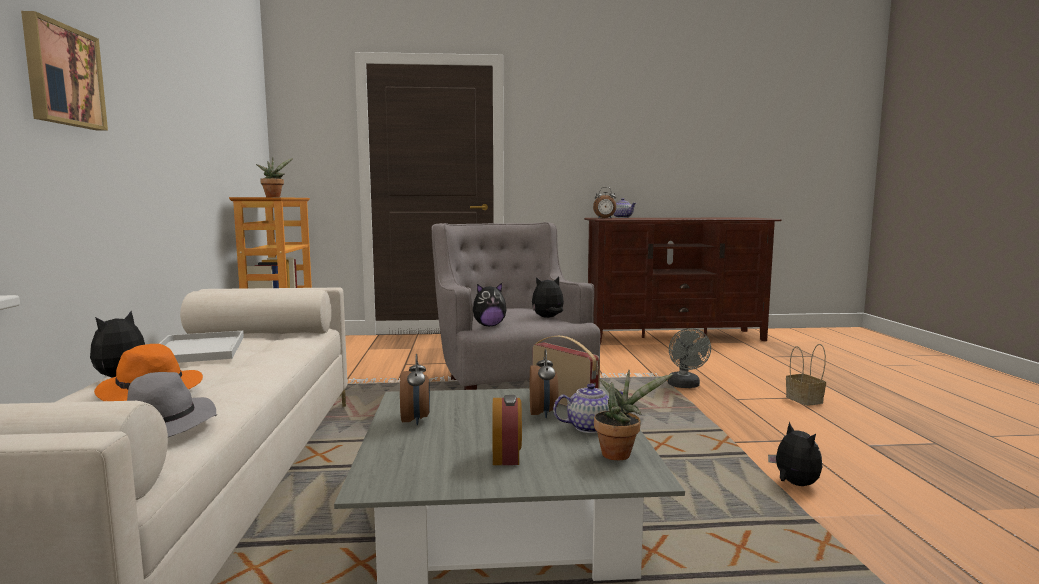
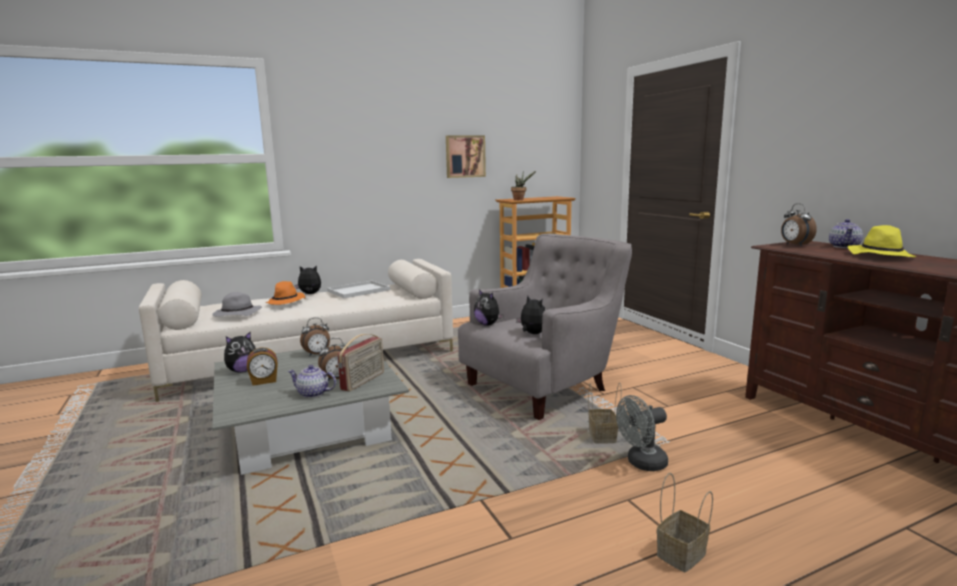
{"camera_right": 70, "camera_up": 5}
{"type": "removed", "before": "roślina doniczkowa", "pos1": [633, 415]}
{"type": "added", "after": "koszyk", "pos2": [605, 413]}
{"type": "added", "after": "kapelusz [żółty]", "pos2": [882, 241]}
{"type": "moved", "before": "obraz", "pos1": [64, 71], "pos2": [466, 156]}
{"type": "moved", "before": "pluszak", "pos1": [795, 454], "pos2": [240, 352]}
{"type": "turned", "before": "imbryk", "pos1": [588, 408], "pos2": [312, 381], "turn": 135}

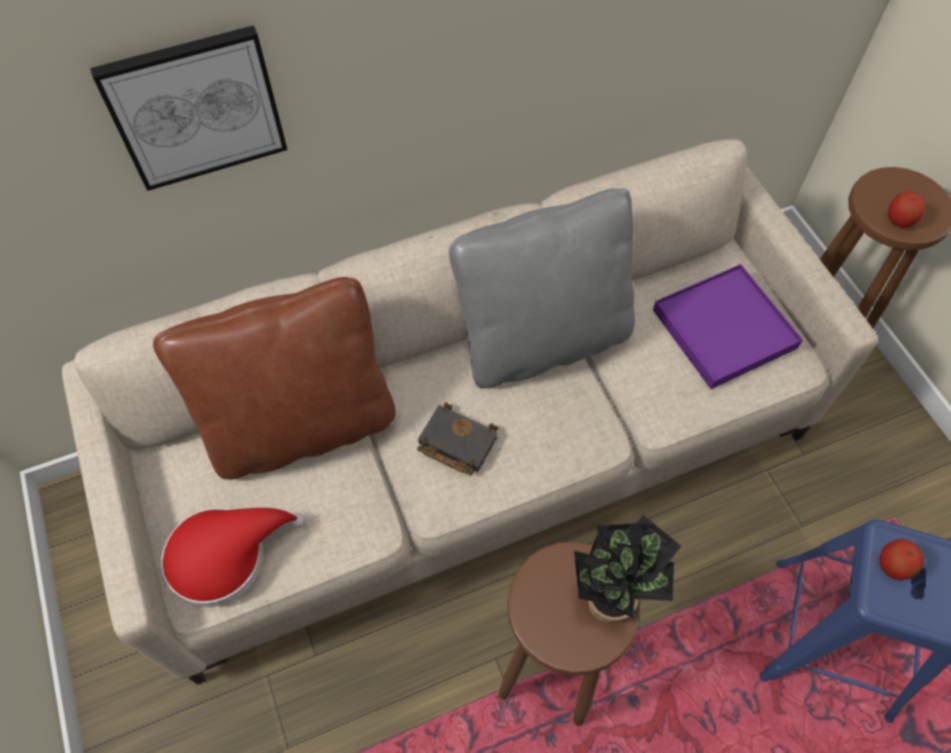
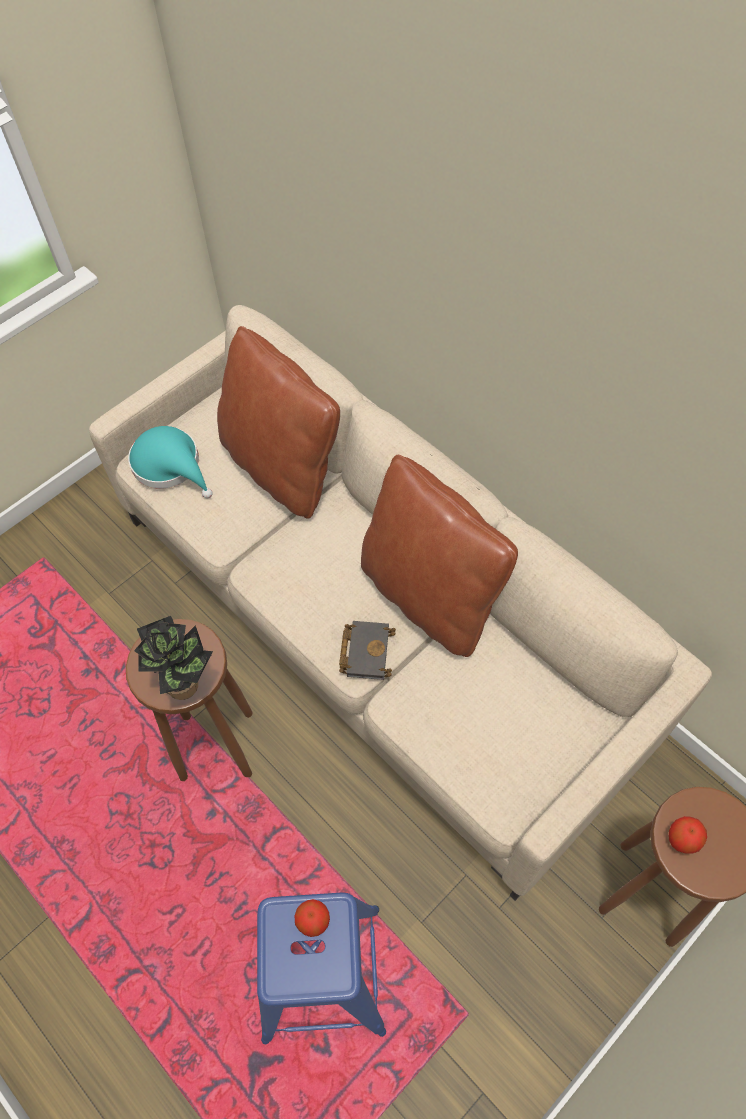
{"camera_right": 70, "camera_up": 0}
{"type": "removed", "before": "obraz", "pos1": [189, 108]}
{"type": "removed", "before": "taca [fioletowy]", "pos1": [728, 326]}
{"type": "moved", "before": "książka [czarny]", "pos1": [457, 439], "pos2": [367, 650]}
{"type": "recoloured", "before": "kapelusz [czerwony]", "after": "kapelusz [turkusowy]", "pos1": [233, 557], "pos2": [170, 462]}
{"type": "recoloured", "before": "poduszka [szary]", "after": "poduszka [brązowy]", "pos1": [542, 288], "pos2": [439, 556]}

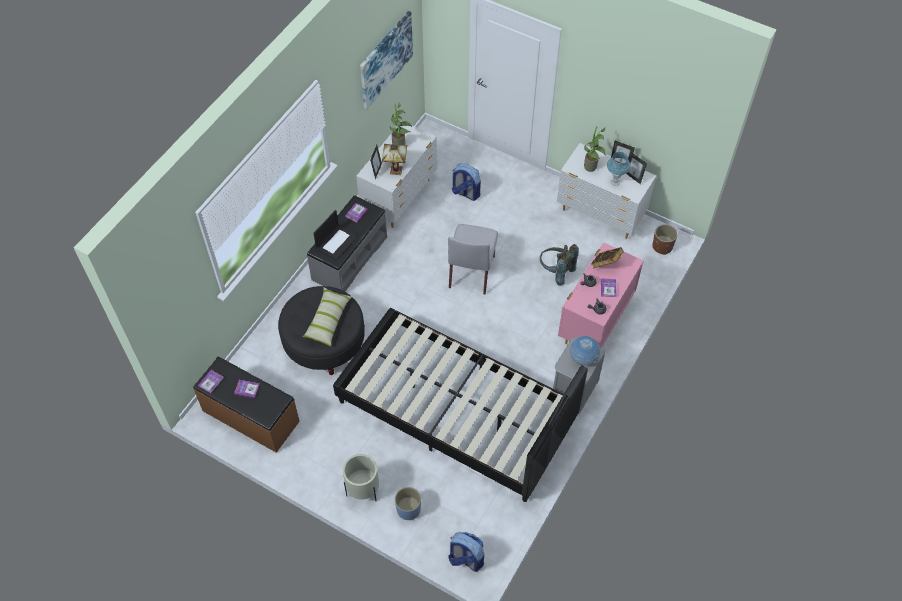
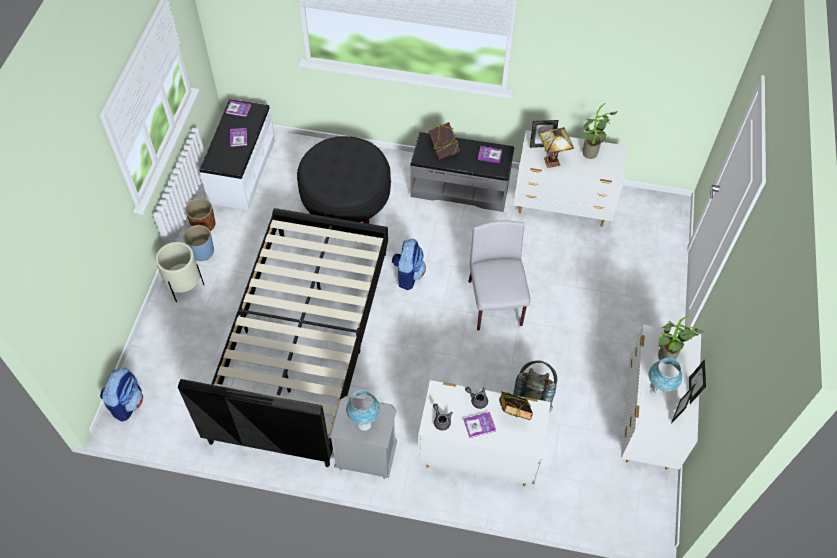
{"camera_right": 70, "camera_up": 0}
{"type": "removed", "before": "poduszka", "pos1": [327, 316]}
{"type": "removed", "before": "obraz", "pos1": [386, 60]}
{"type": "moved", "before": "donica [niebieski]", "pos1": [408, 503], "pos2": [198, 243]}
{"type": "moved", "before": "plecak", "pos1": [466, 182], "pos2": [409, 264]}
{"type": "moved", "before": "donica [brązowy]", "pos1": [665, 239], "pos2": [200, 214]}
{"type": "replaced", "before": "laptop", "after": "książka", "pos1": [335, 235], "pos2": [444, 140]}
{"type": "replaced", "before": "globus", "after": "lampa stołowa [niebieski]", "pos1": [585, 351], "pos2": [363, 410]}
{"type": "recoloured", "before": "ławka [brązowy]", "after": "ławka [biały]", "pos1": [246, 405], "pos2": [237, 154]}
{"type": "recoloured", "before": "komoda [różowy]", "after": "komoda [biały]", "pos1": [601, 295], "pos2": [484, 433]}
{"type": "turned", "before": "krzesło [szary]", "pos1": [473, 259], "pos2": [499, 275], "turn": 90}

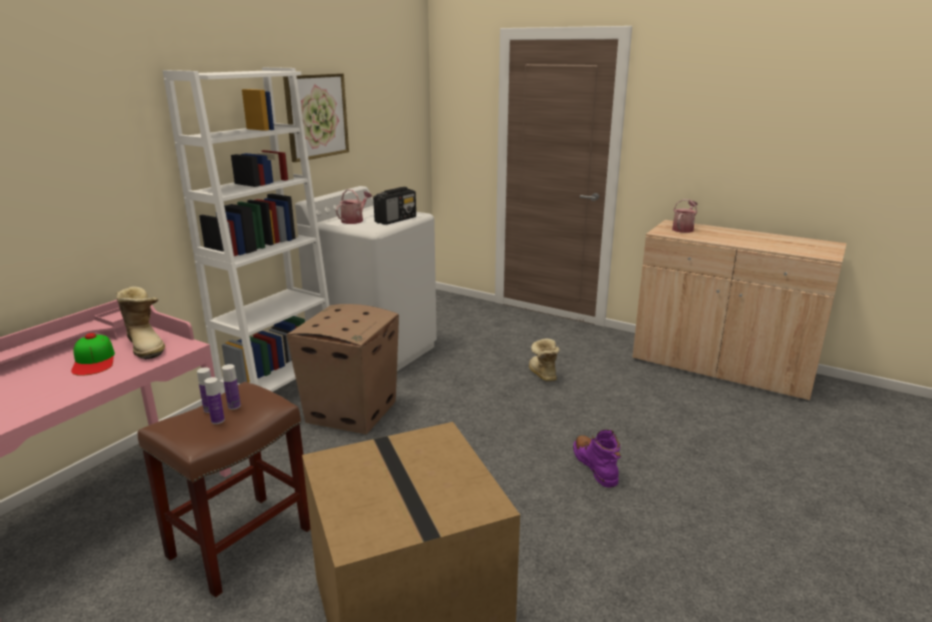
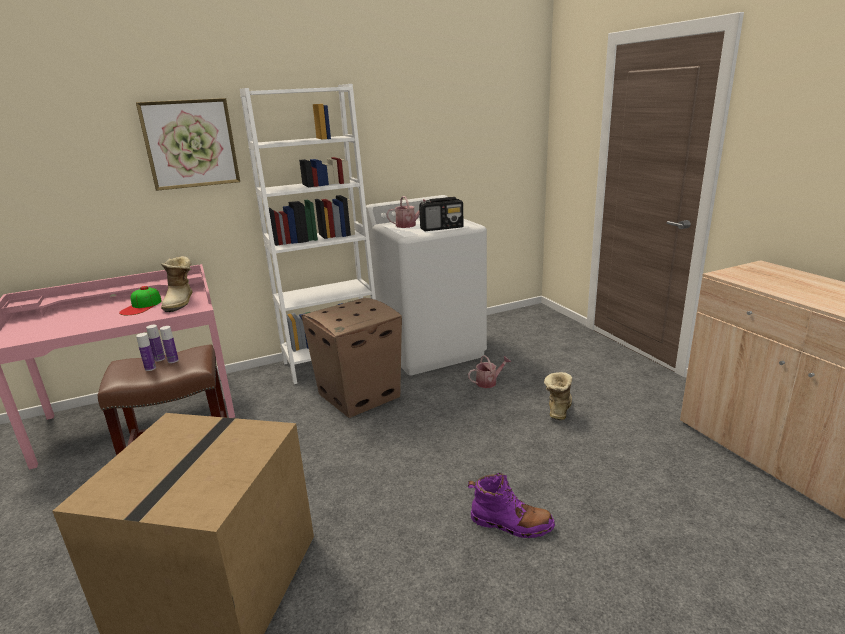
{"camera_right": 35, "camera_up": 0}
{"type": "moved", "before": "obraz", "pos1": [316, 117], "pos2": [188, 144]}
{"type": "moved", "before": "konewka", "pos1": [684, 216], "pos2": [489, 371]}
{"type": "turned", "before": "but z cholewką [fioletowy]", "pos1": [597, 459], "pos2": [511, 505], "turn": 90}

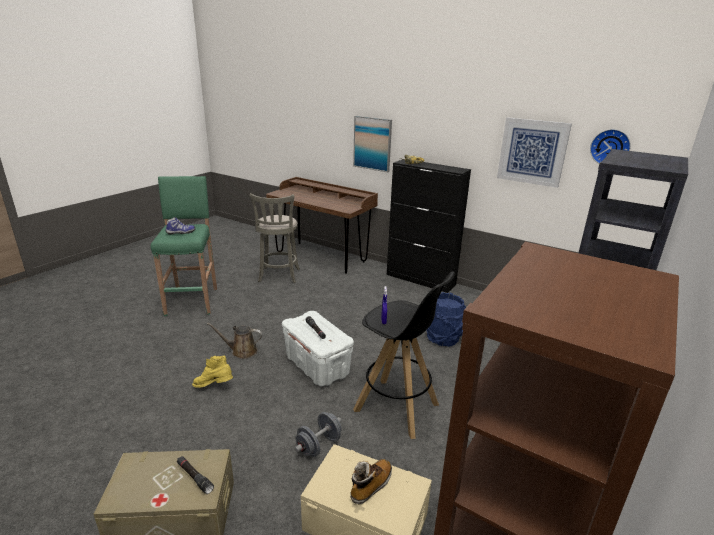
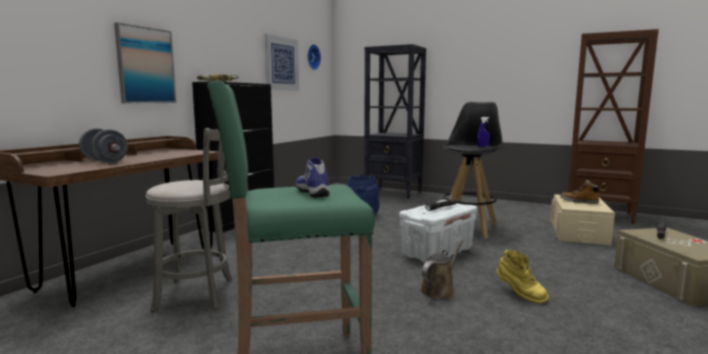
{"camera_right": -95, "camera_up": -15}
{"type": "moved", "before": "hantel [szary]", "pos1": [318, 434], "pos2": [103, 145]}
{"type": "turned", "before": "but z cholewką [żółty]", "pos1": [212, 371], "pos2": [522, 277], "turn": -45}
{"type": "turned", "before": "konewka [brązowy]", "pos1": [234, 341], "pos2": [442, 268], "turn": -135}

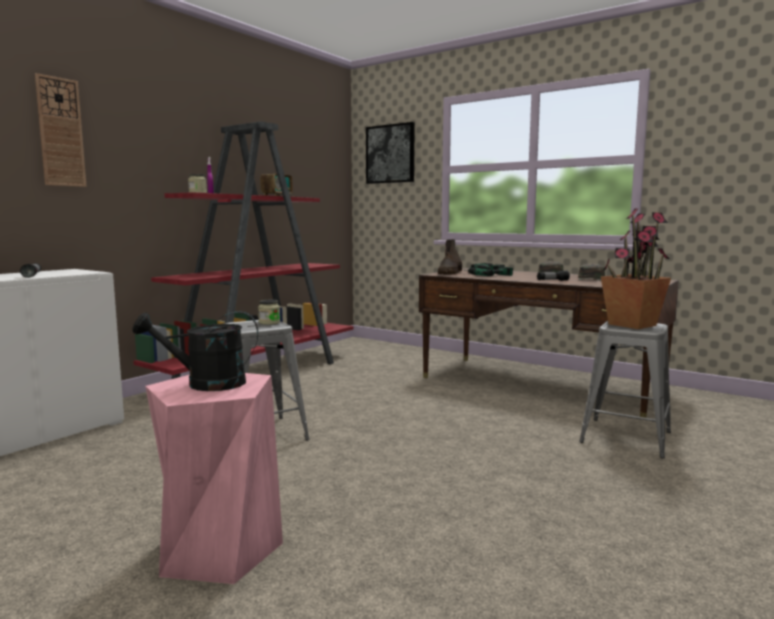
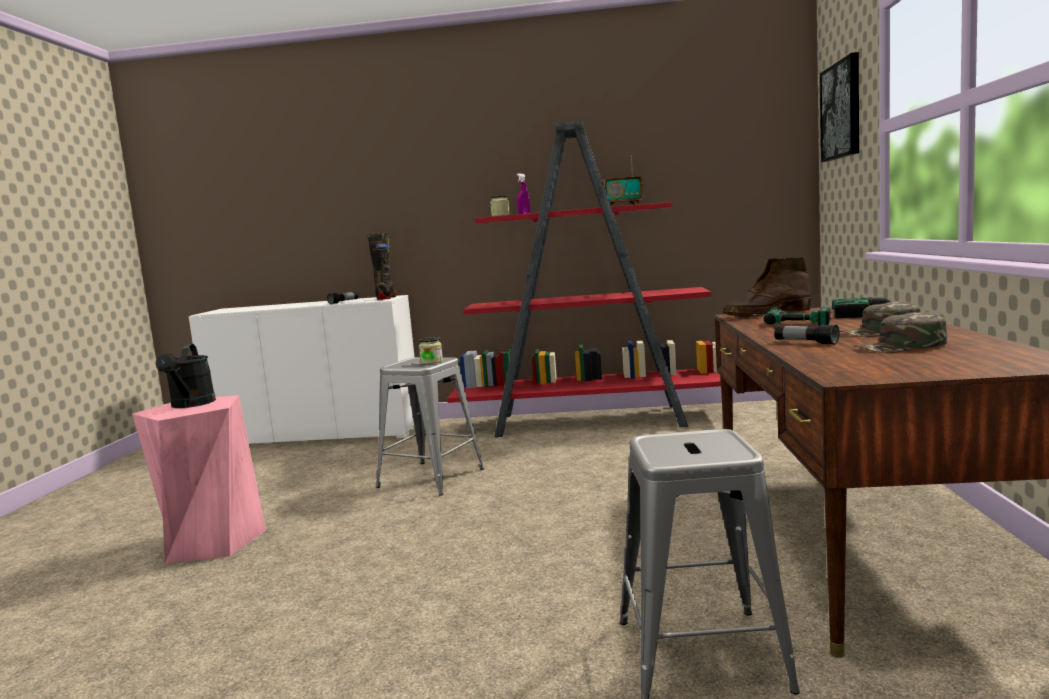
{"camera_right": 60, "camera_up": 0}
{"type": "removed", "before": "zegar ścienny", "pos1": [61, 130]}
{"type": "removed", "before": "roślina doniczkowa", "pos1": [636, 268]}
{"type": "added", "after": "but z cholewką [czarny]", "pos2": [382, 266]}
{"type": "turned", "before": "konewka [czarny]", "pos1": [195, 351], "pos2": [186, 376], "turn": -150}

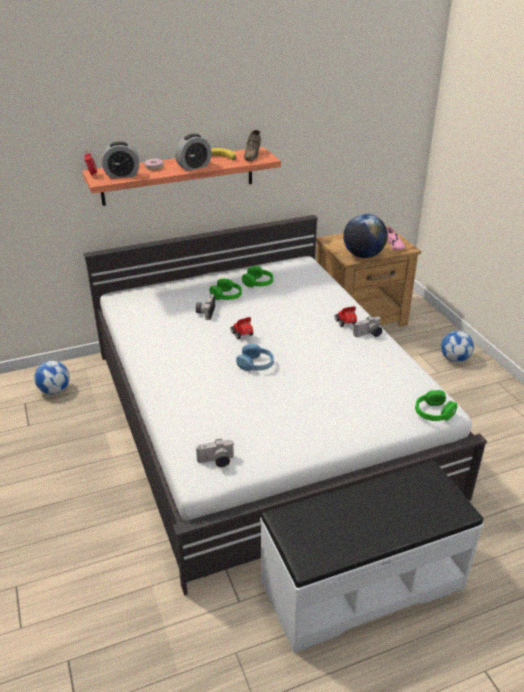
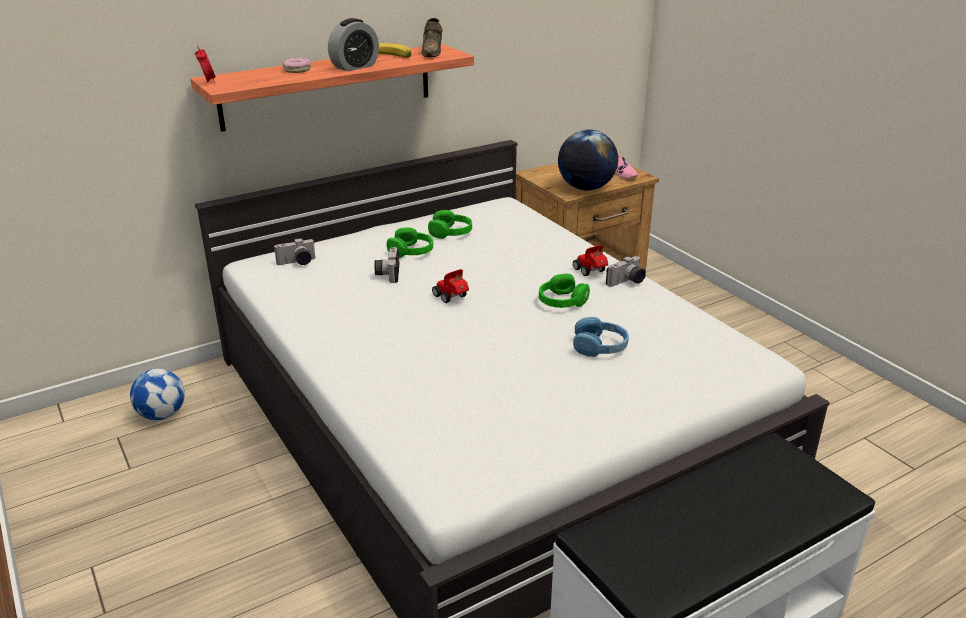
{"camera_right": -10, "camera_up": -5}
{"type": "removed", "before": "budzik", "pos1": [120, 160]}
{"type": "removed", "before": "piłka futbolowa", "pos1": [457, 346]}
{"type": "moved", "before": "aparat fotograficzny", "pos1": [215, 453], "pos2": [295, 251]}
{"type": "moved", "before": "słuchawki [niebieski]", "pos1": [255, 357], "pos2": [601, 337]}
{"type": "moved", "before": "słuchawki [zielony]", "pos1": [436, 405], "pos2": [564, 290]}

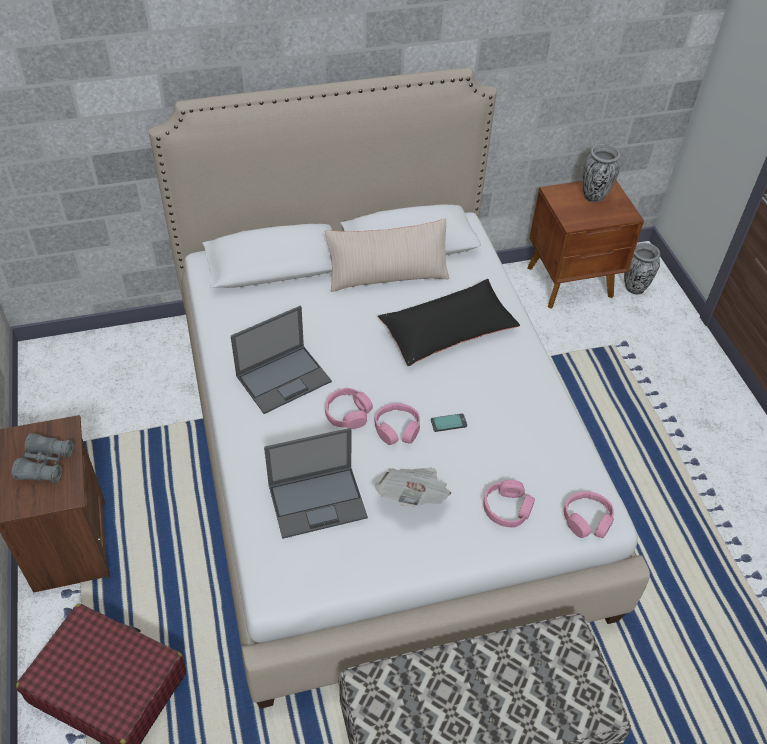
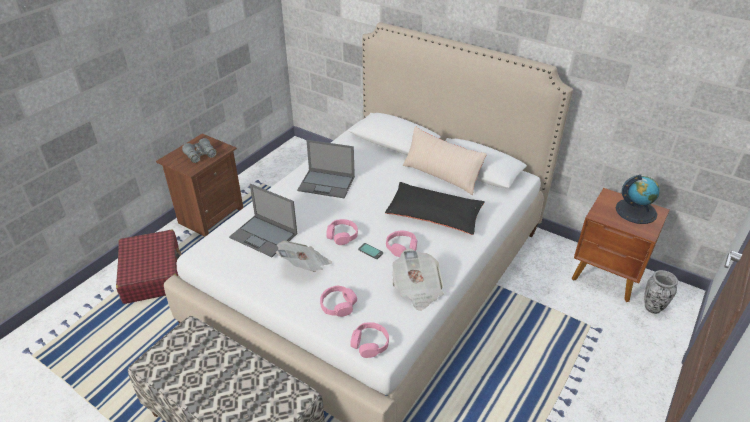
{"camera_right": 50, "camera_up": -10}
{"type": "added", "after": "gazeta", "pos2": [418, 280]}
{"type": "moved", "before": "słuchawki [różowy]", "pos1": [349, 408], "pos2": [401, 244]}
{"type": "replaced", "before": "wazon", "after": "globus", "pos1": [602, 173], "pos2": [638, 199]}

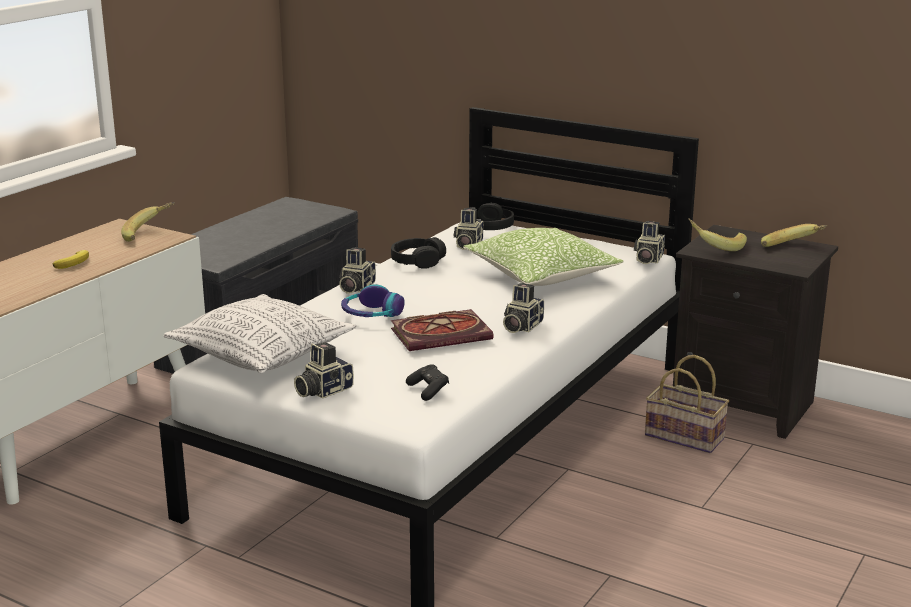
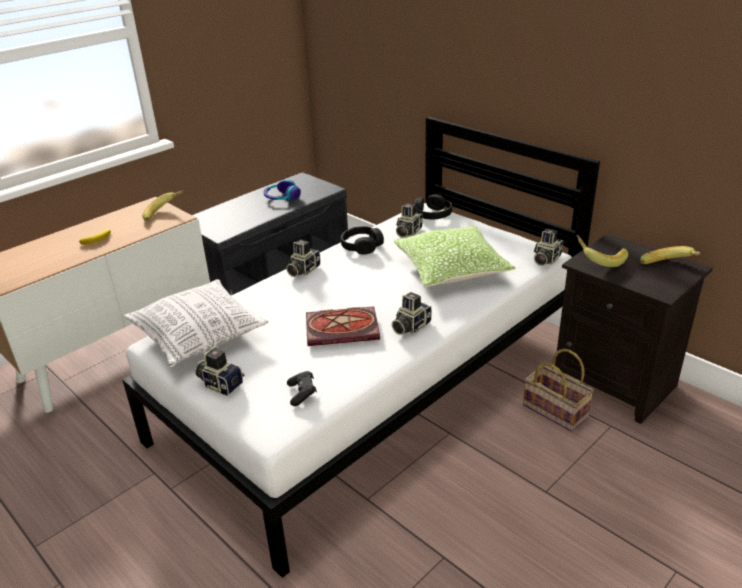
{"camera_right": 15, "camera_up": 10}
{"type": "moved", "before": "słuchawki", "pos1": [373, 301], "pos2": [282, 190]}
{"type": "turned", "before": "aparat fotograficzny", "pos1": [324, 370], "pos2": [220, 371], "turn": 60}

